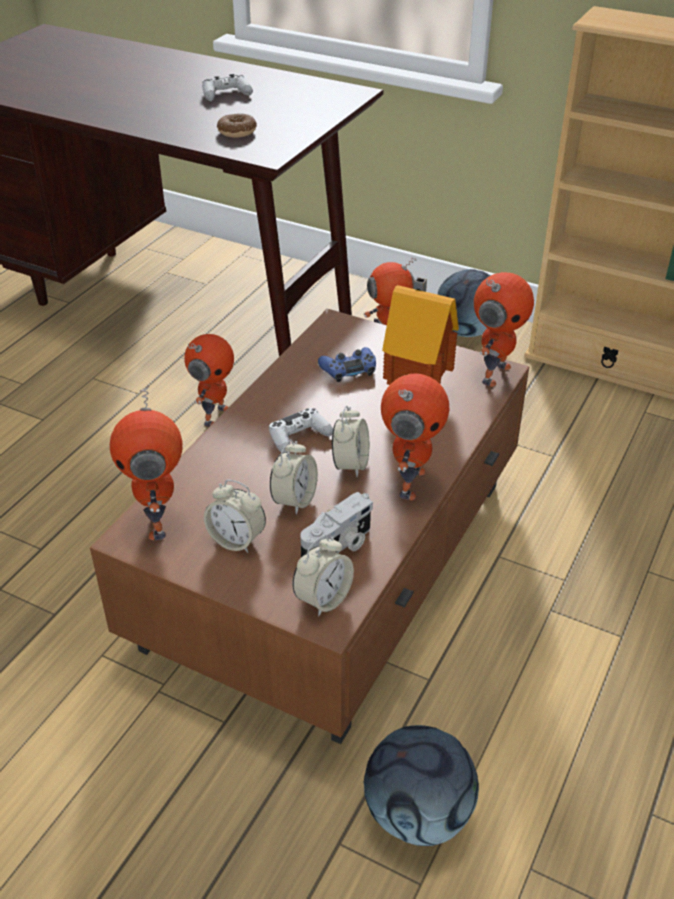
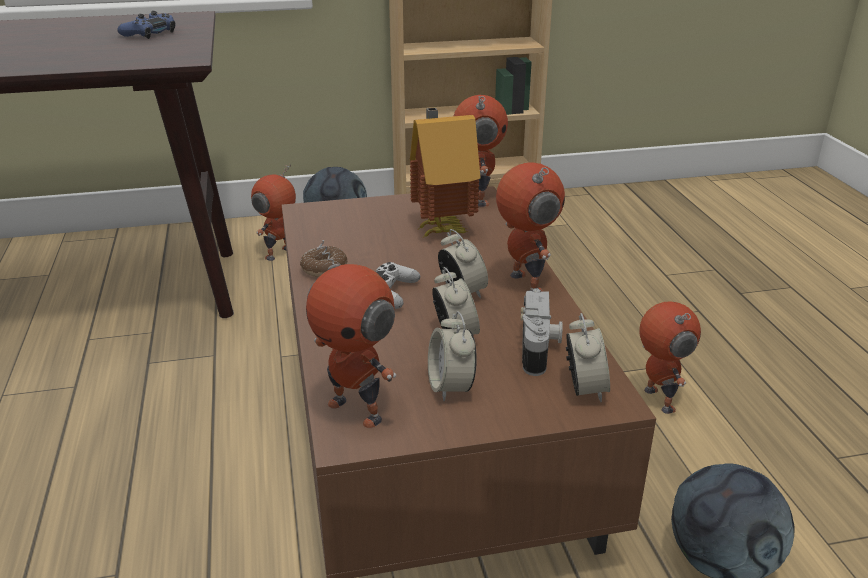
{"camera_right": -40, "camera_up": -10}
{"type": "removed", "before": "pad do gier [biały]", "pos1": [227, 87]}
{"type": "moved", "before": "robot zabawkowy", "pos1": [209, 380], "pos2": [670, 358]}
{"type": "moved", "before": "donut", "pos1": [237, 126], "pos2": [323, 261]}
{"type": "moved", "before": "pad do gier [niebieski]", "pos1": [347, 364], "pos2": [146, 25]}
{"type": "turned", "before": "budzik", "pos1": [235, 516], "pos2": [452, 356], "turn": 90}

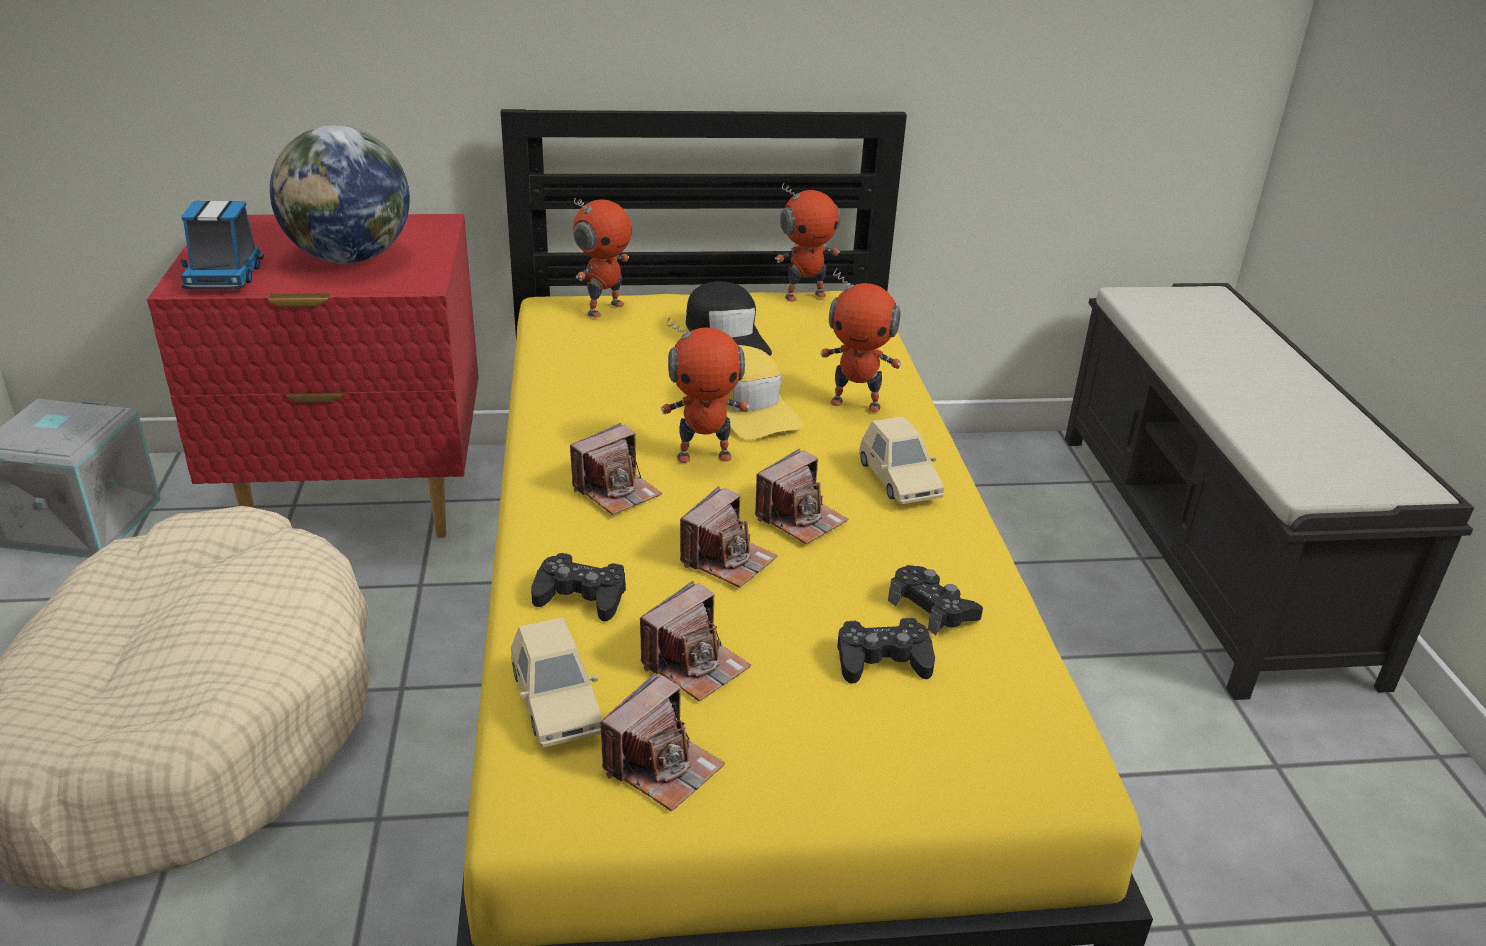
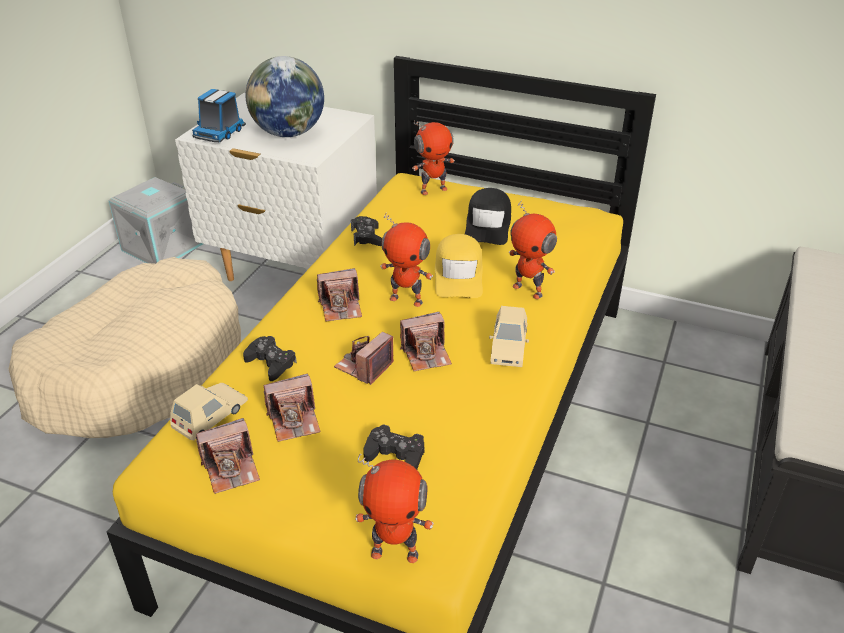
{"camera_right": 30, "camera_up": 5}
{"type": "moved", "before": "robot zabawkowy", "pos1": [807, 242], "pos2": [394, 508]}
{"type": "moved", "before": "pad do gier [czarny]", "pos1": [935, 600], "pos2": [366, 231]}
{"type": "recoloured", "before": "szafka nocna [czerwony]", "after": "szafka nocna [biały]", "pos1": [313, 376], "pos2": [276, 187]}
{"type": "turned", "before": "samochodzik [beżowy]", "pos1": [556, 682], "pos2": [209, 411], "turn": -150}
{"type": "turned", "before": "aparat fotograficzny", "pos1": [729, 537], "pos2": [364, 358], "turn": 150}

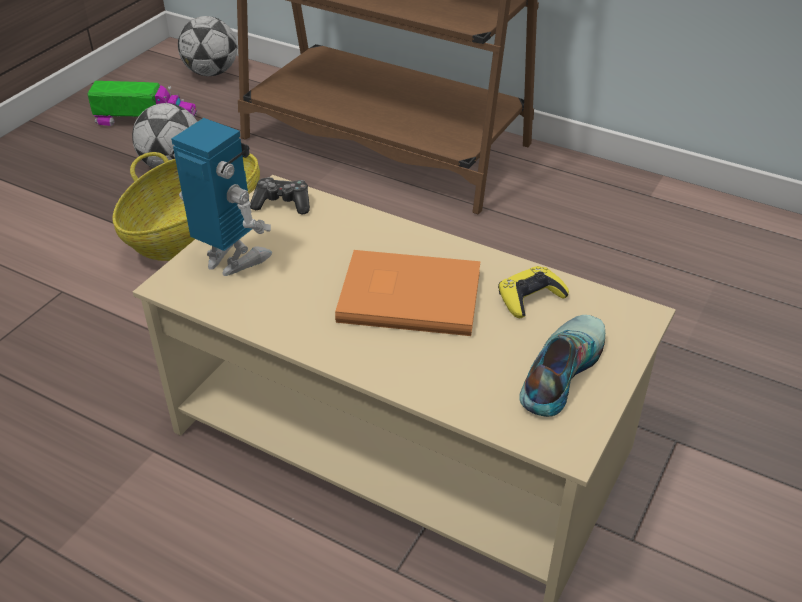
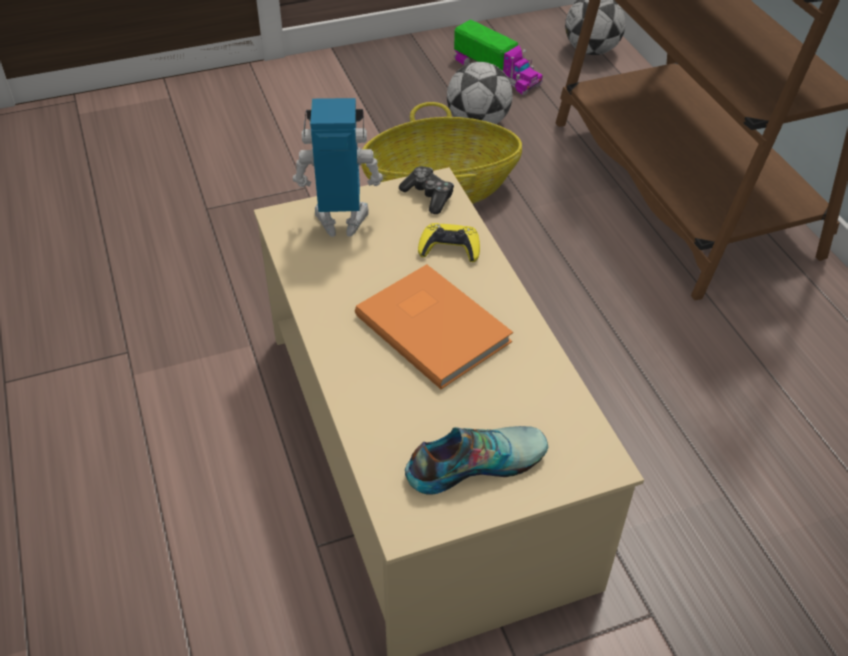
{"camera_right": 40, "camera_up": 5}
{"type": "moved", "before": "pad do gier [żółty]", "pos1": [533, 292], "pos2": [449, 242]}
{"type": "turned", "before": "robot zabawkowy", "pos1": [221, 197], "pos2": [338, 167], "turn": -75}

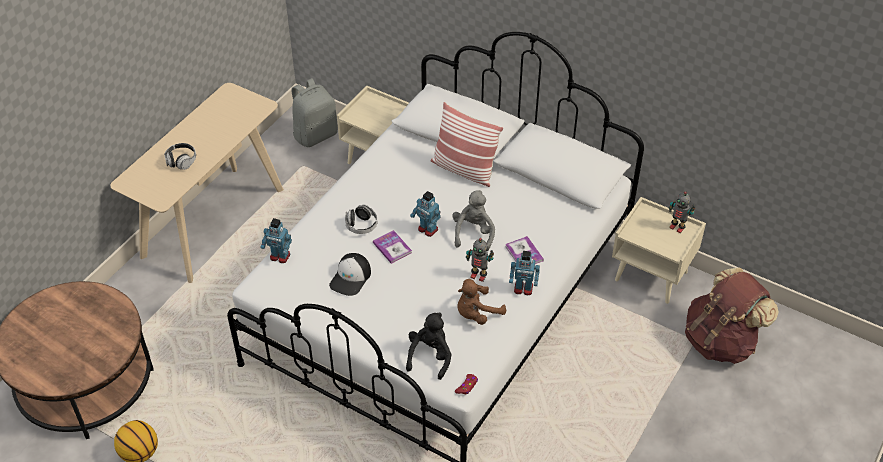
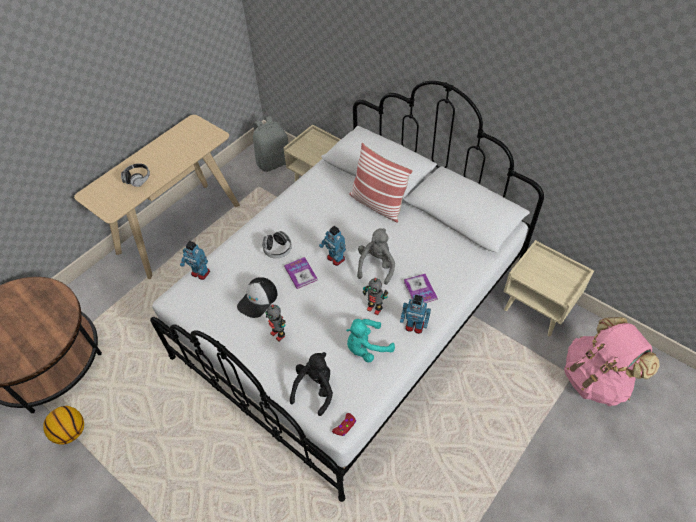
{"camera_right": 10, "camera_up": 5}
{"type": "moved", "before": "robot zabawkowy", "pos1": [682, 212], "pos2": [275, 322]}
{"type": "recoloured", "before": "pluszak [brązowy]", "after": "pluszak [turkusowy]", "pos1": [481, 302], "pos2": [370, 341]}
{"type": "recoloured", "before": "plecak [brązowy]", "after": "plecak [różowy]", "pos1": [732, 315], "pos2": [612, 361]}

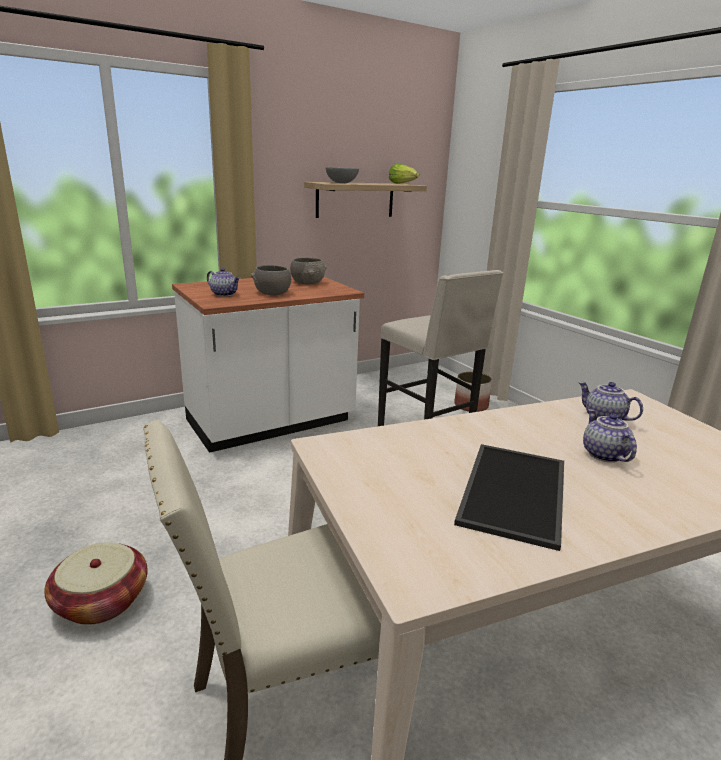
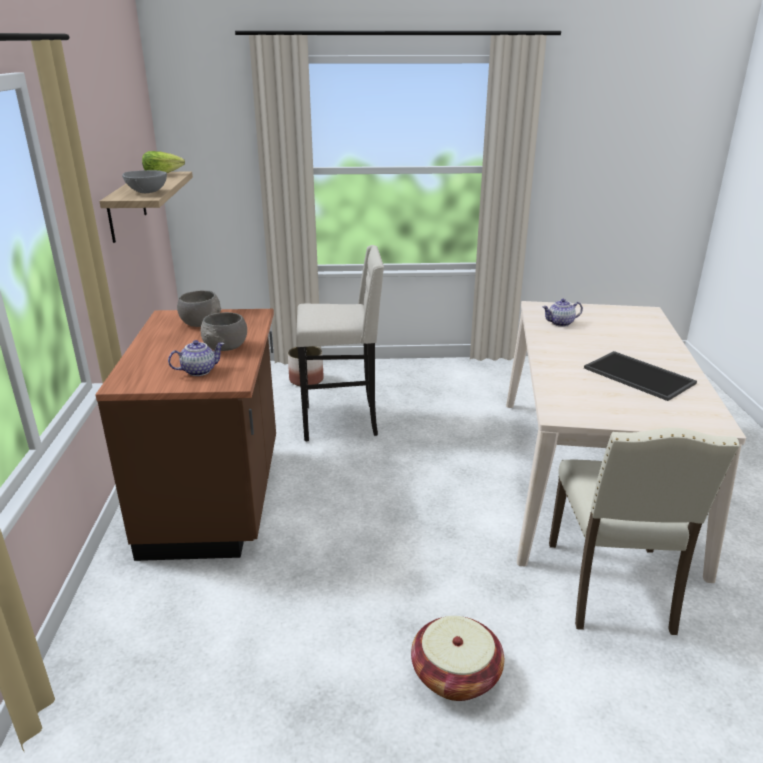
{"camera_right": -60, "camera_up": 5}
{"type": "removed", "before": "imbryk", "pos1": [610, 435]}
{"type": "recoloured", "before": "zabudowa kuchenna [biały]", "after": "zabudowa kuchenna [brązowy]", "pos1": [268, 364], "pos2": [185, 435]}

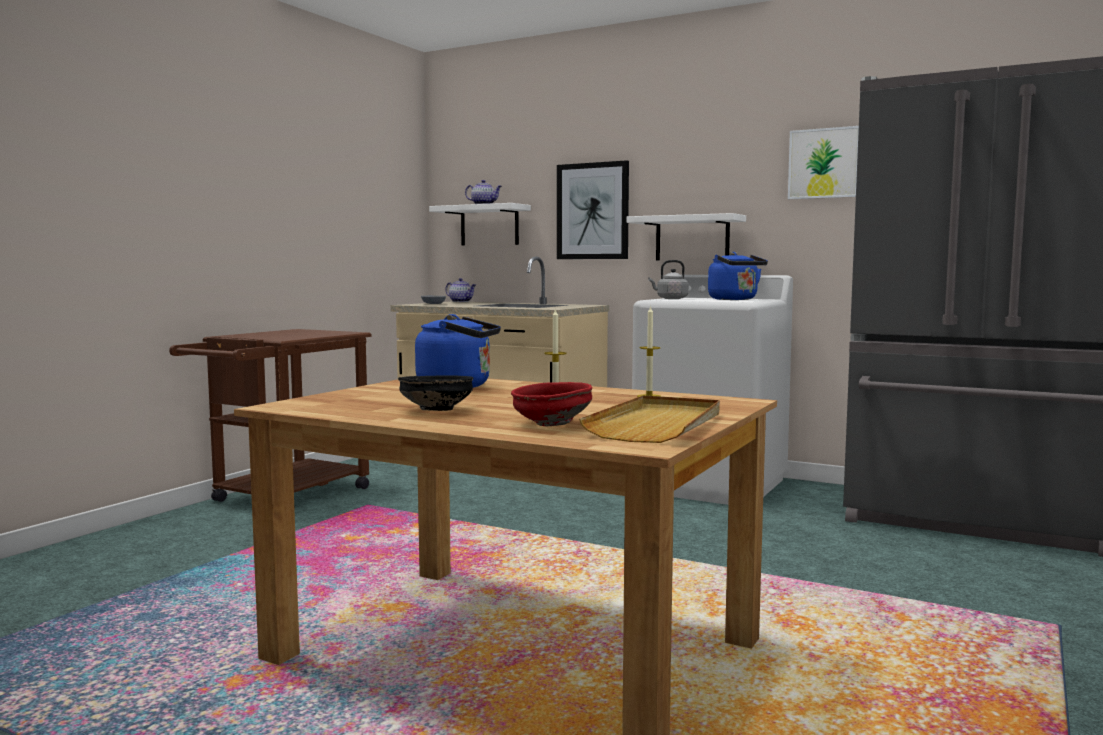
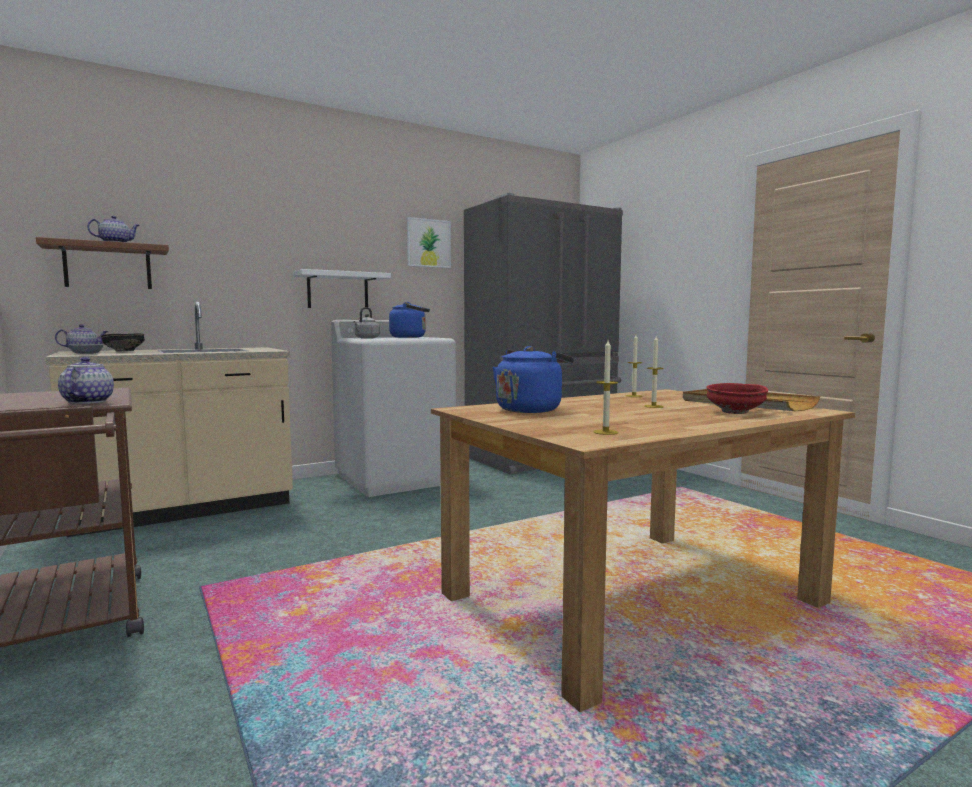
{"camera_right": -60, "camera_up": 0}
{"type": "removed", "before": "obraz", "pos1": [593, 209]}
{"type": "added", "after": "imbryk", "pos2": [86, 380]}
{"type": "added", "after": "świeca", "pos2": [605, 387]}
{"type": "moved", "before": "miska [czarny]", "pos1": [436, 393], "pos2": [123, 342]}
{"type": "recoloured", "before": "półka [biały]", "after": "półka [brązowy]", "pos1": [480, 224], "pos2": [102, 263]}

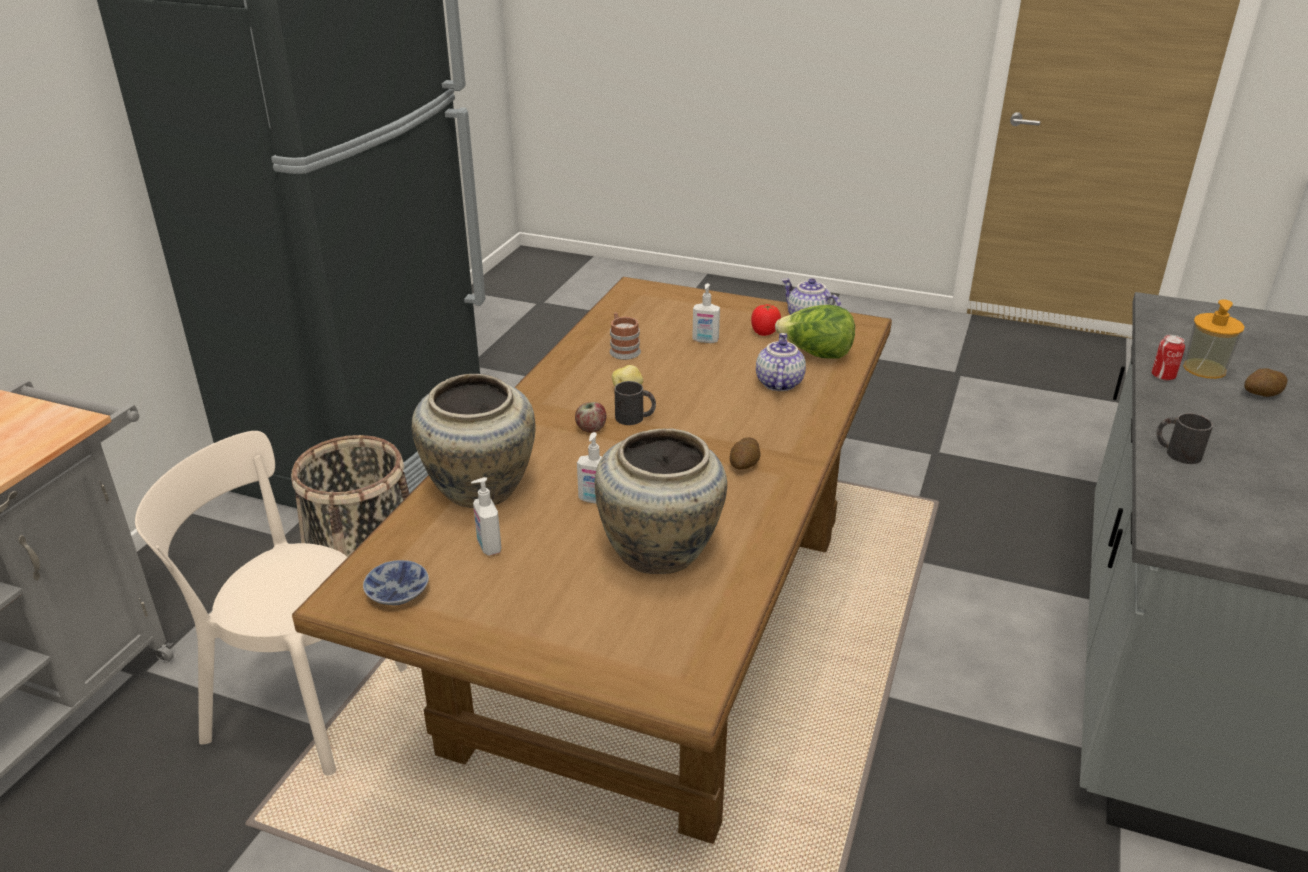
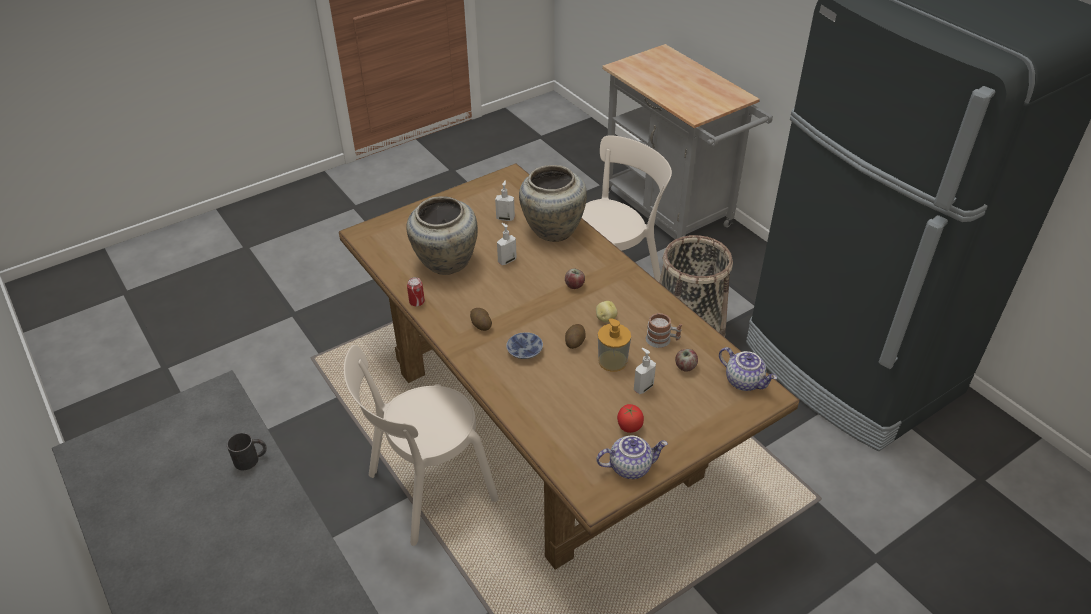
{"camera_right": 125, "camera_up": 10}
{"type": "removed", "before": "kubek [czarny]", "pos1": [635, 403]}
{"type": "removed", "before": "sałata", "pos1": [815, 332]}
{"type": "added", "after": "krzesło [beżowy]", "pos2": [421, 445]}
{"type": "added", "after": "jabłko", "pos2": [686, 360]}
{"type": "moved", "before": "miska", "pos1": [396, 583], "pos2": [524, 345]}
{"type": "moved", "before": "imbryk", "pos1": [781, 362], "pos2": [748, 369]}
{"type": "moved", "before": "puszka", "pos1": [1168, 358], "pos2": [416, 291]}
{"type": "moved", "before": "dozownik mydła", "pos1": [1214, 339], "pos2": [614, 345]}
{"type": "moved", "before": "ziemniak", "pos1": [1266, 382], "pos2": [575, 336]}

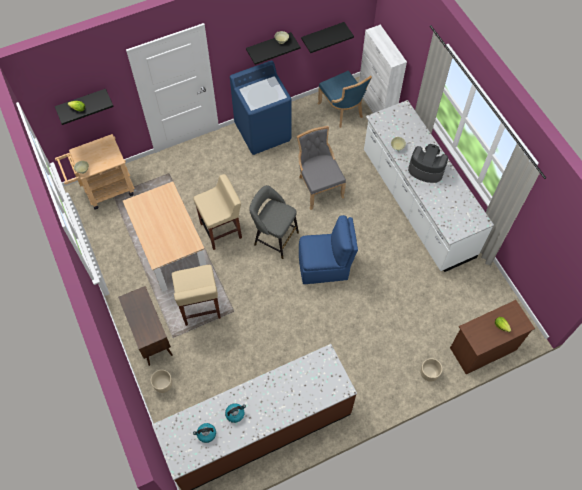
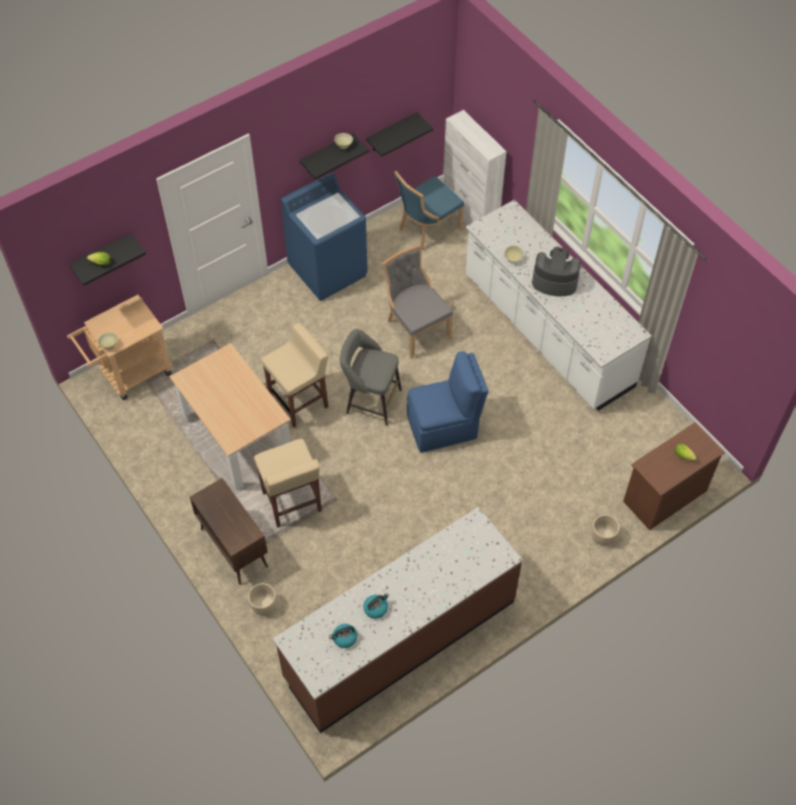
{"camera_right": -10, "camera_up": -5}
{"type": "turned", "before": "krzesło [niebieski]", "pos1": [344, 99], "pos2": [429, 210], "turn": 90}

